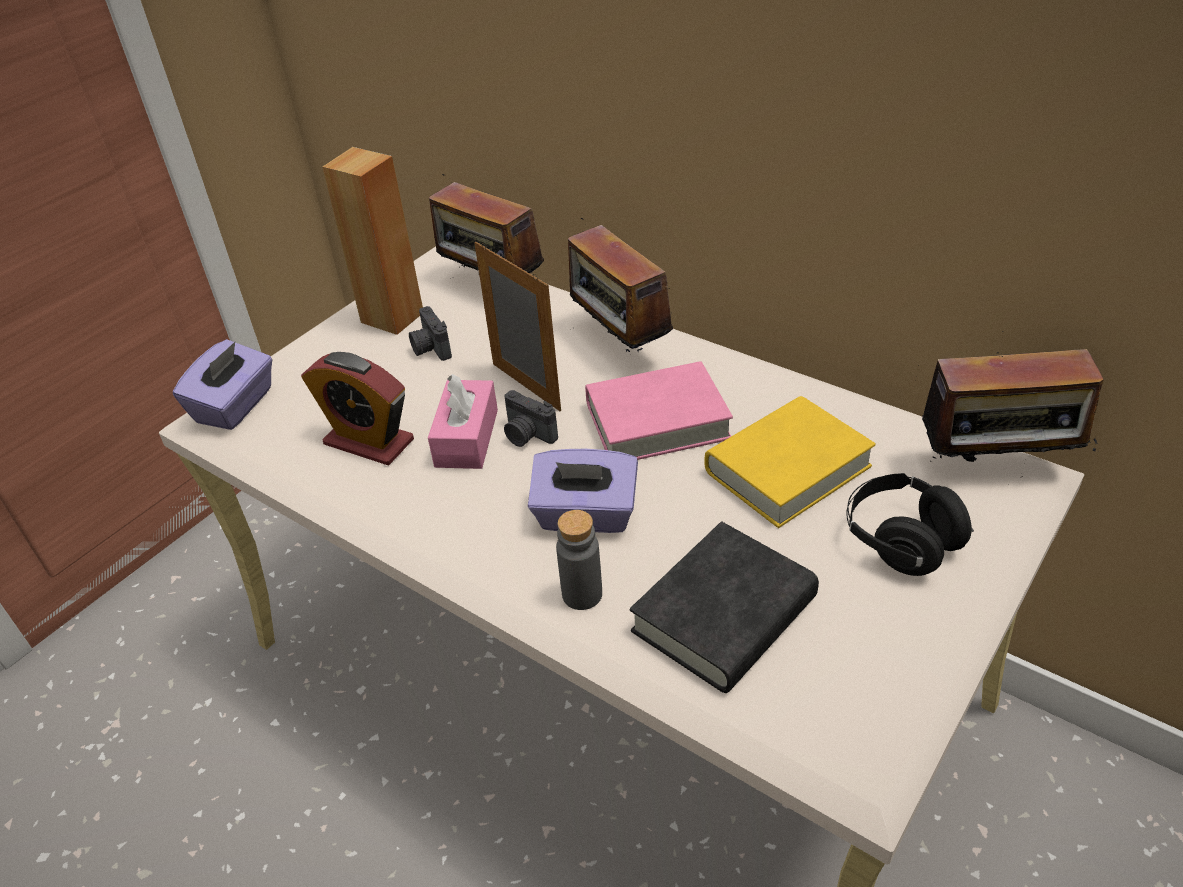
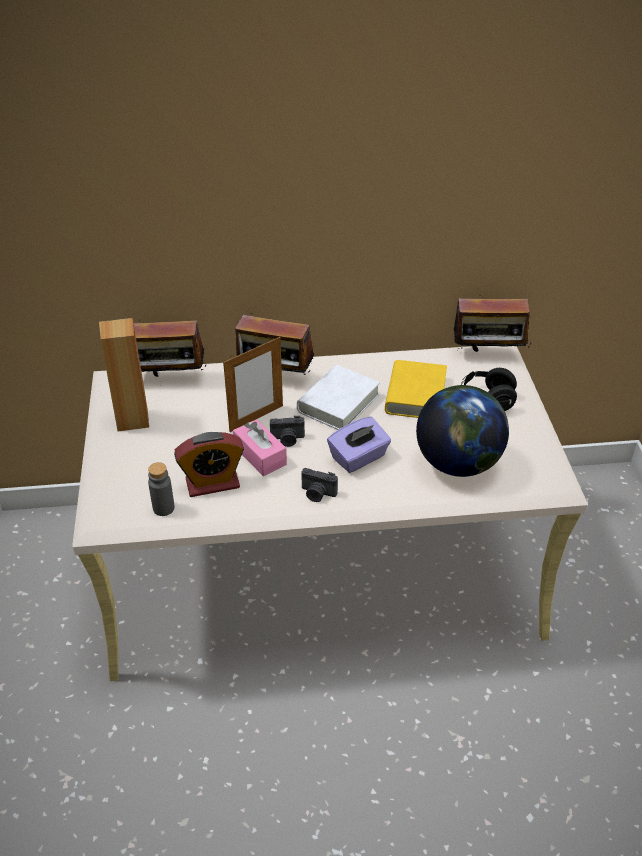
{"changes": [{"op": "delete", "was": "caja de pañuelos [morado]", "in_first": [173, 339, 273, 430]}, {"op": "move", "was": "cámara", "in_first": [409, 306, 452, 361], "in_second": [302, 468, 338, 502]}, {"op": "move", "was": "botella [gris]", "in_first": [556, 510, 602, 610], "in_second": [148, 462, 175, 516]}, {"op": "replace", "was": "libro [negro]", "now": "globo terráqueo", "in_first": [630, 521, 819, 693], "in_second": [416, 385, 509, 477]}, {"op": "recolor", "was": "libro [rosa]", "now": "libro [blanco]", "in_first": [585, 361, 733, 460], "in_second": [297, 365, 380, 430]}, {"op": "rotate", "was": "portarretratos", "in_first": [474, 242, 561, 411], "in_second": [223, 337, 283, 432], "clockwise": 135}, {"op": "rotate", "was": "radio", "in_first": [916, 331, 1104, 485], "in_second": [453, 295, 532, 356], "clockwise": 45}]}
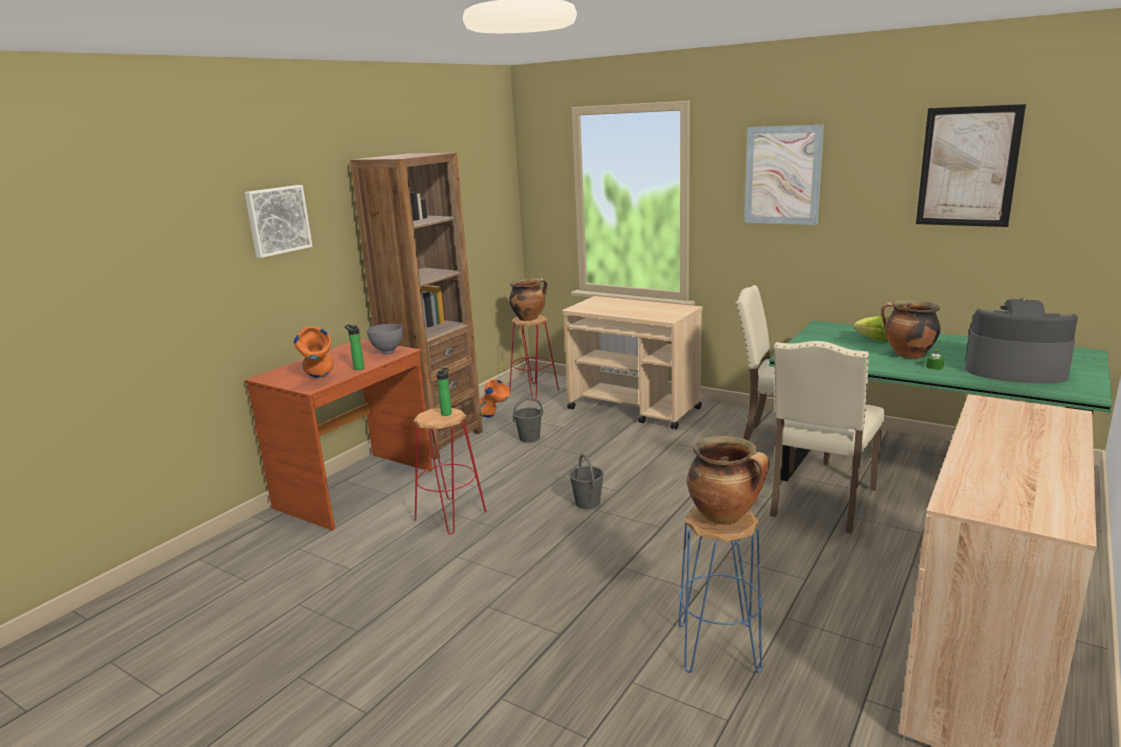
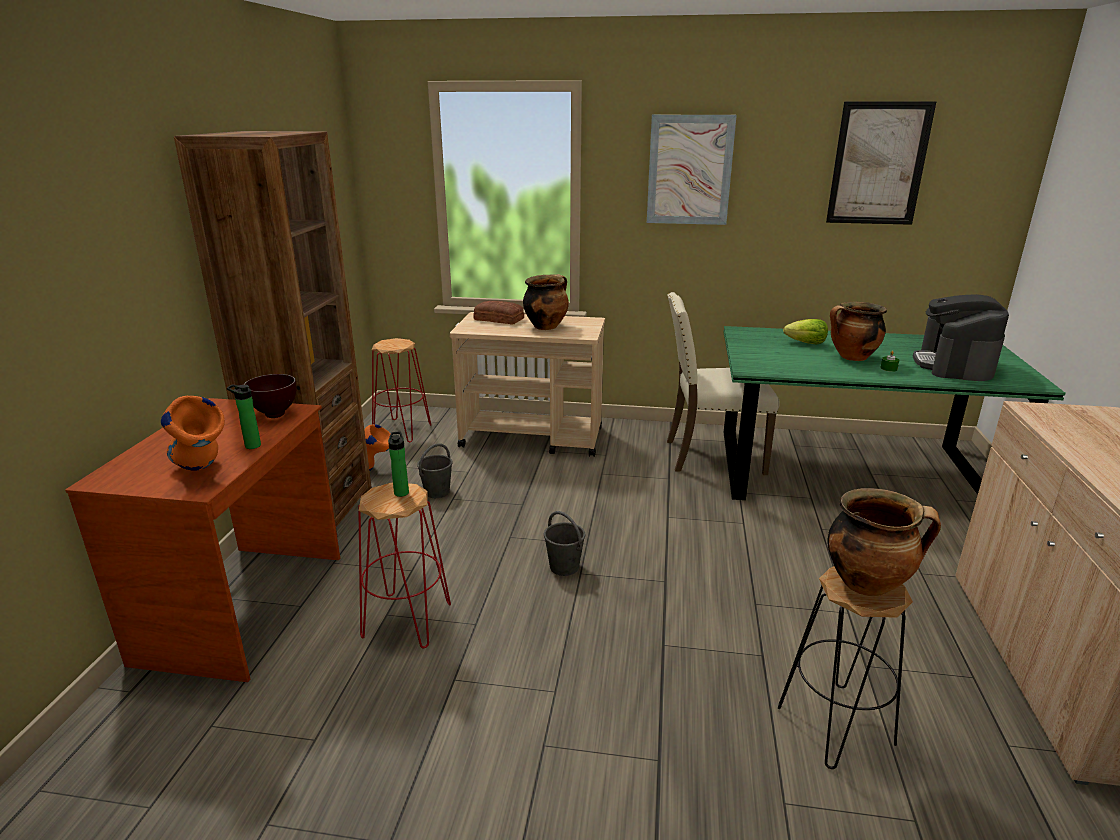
{"changes": [{"op": "delete", "was": "cuadro", "in_first": [244, 185, 313, 258]}, {"op": "delete", "was": "silla [beis]", "in_first": [770, 341, 885, 533]}, {"op": "insert", "now": "pan", "in_second": [473, 301, 524, 325]}, {"op": "move", "was": "olla", "in_first": [509, 278, 548, 321], "in_second": [523, 274, 569, 330]}, {"op": "recolor", "was": "cuenco [gris]", "now": "cuenco [marrón]", "in_first": [367, 324, 403, 354], "in_second": [244, 374, 296, 418]}, {"op": "recolor", "was": "taburete [azul]", "now": "taburete [negro]", "in_first": [679, 507, 763, 673], "in_second": [778, 566, 913, 769]}, {"op": "rotate", "was": "cafetera", "in_first": [965, 298, 1078, 384], "in_second": [913, 294, 1009, 381], "clockwise": -75}]}
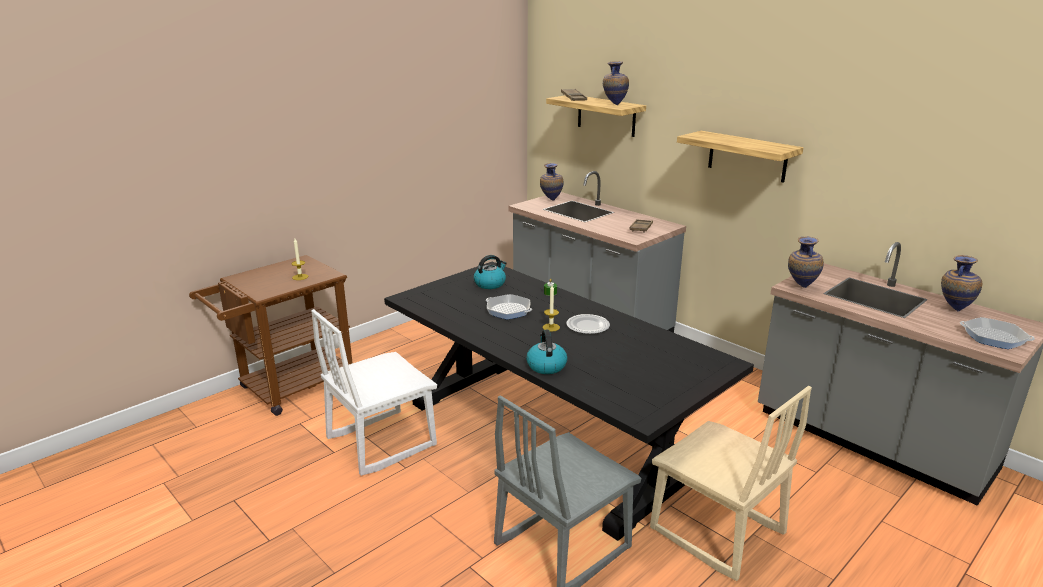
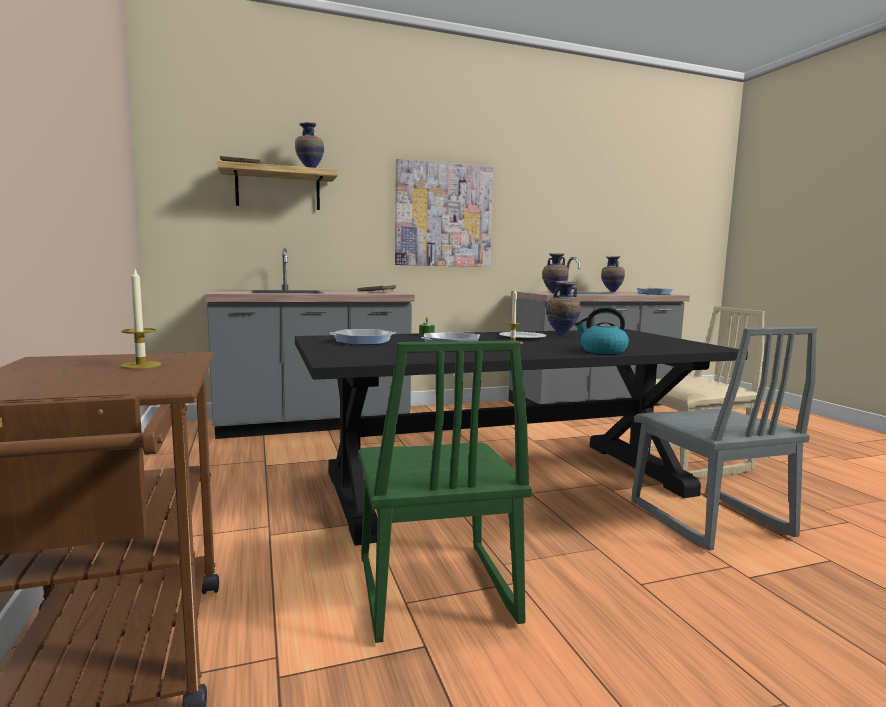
{"changes": [{"op": "move", "was": "florero", "in_first": [540, 163, 564, 201], "in_second": [546, 281, 581, 335]}, {"op": "replace", "was": "hervidor", "now": "sartén", "in_first": [474, 255, 507, 289], "in_second": [329, 329, 396, 345]}, {"op": "replace", "was": "estante", "now": "cuadro", "in_first": [677, 131, 804, 183], "in_second": [395, 159, 493, 267]}, {"op": "recolor", "was": "silla [blanco]", "now": "silla [verde]", "in_first": [311, 309, 437, 476], "in_second": [358, 341, 532, 643]}]}
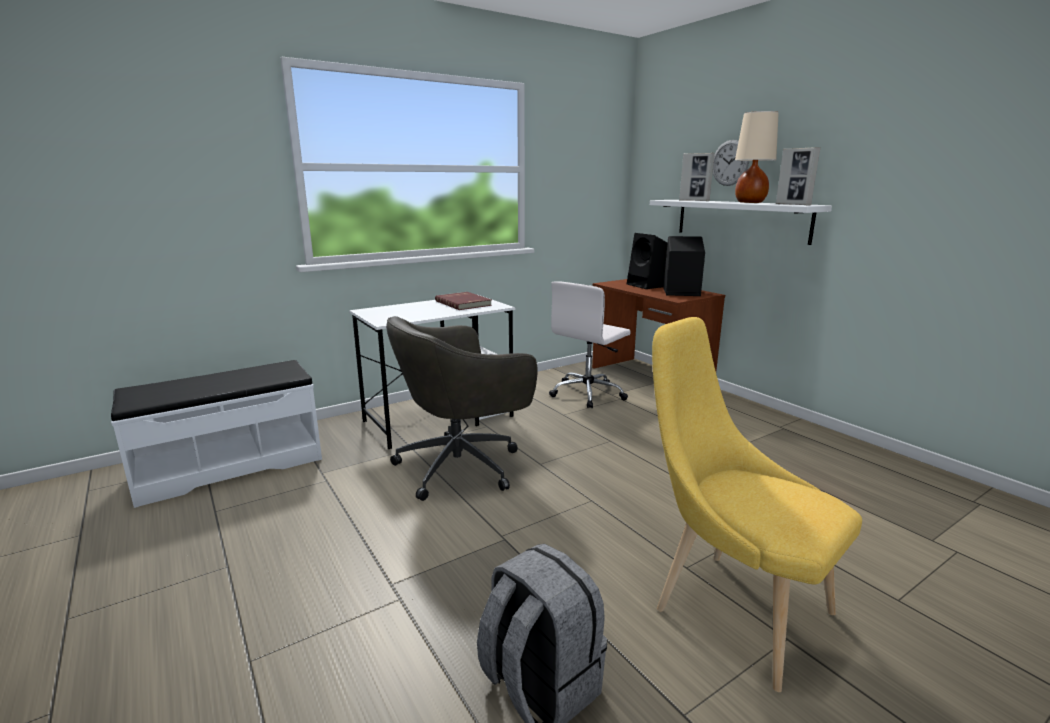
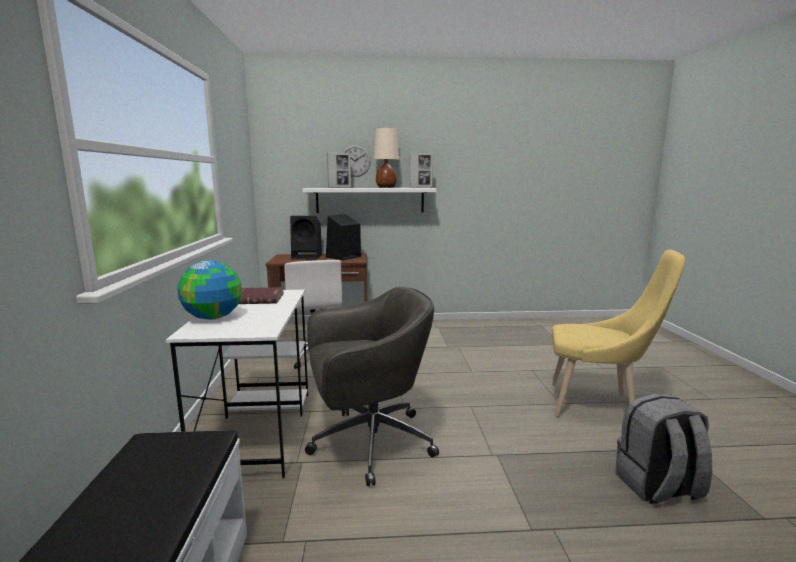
{"changes": [{"op": "insert", "now": "globo terráqueo", "in_second": [177, 260, 242, 320]}, {"op": "rotate", "was": "silla de oficina [gris]", "in_first": [386, 316, 538, 501], "in_second": [305, 287, 439, 486], "clockwise": -105}, {"op": "rotate", "was": "silla [amarillo]", "in_first": [652, 317, 862, 692], "in_second": [552, 250, 685, 417], "clockwise": -150}]}
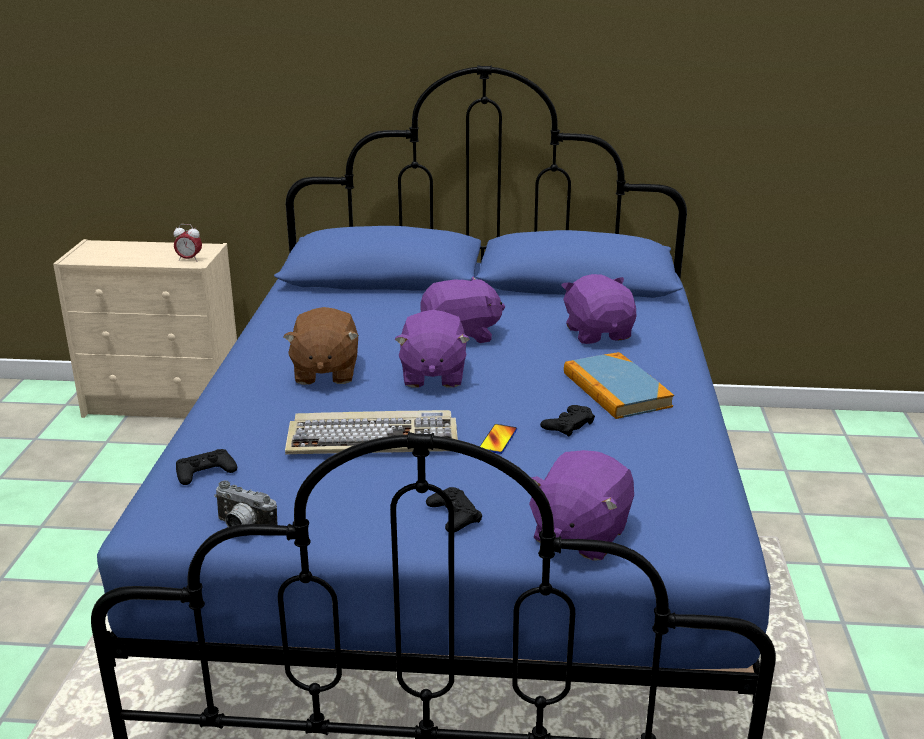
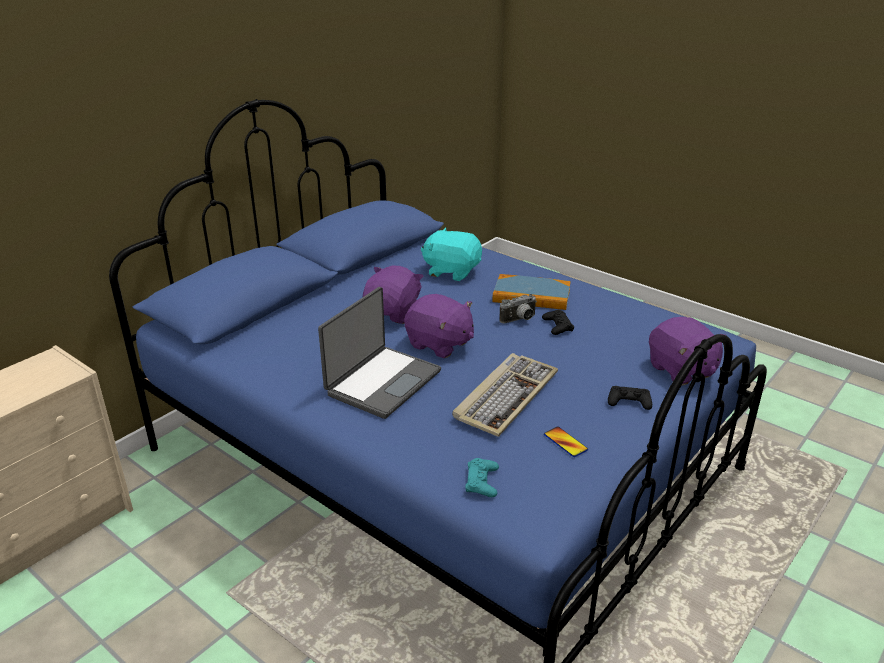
{"changes": [{"op": "delete", "was": "despertador", "in_first": [173, 224, 202, 262]}, {"op": "move", "was": "cámara", "in_first": [214, 481, 277, 527], "in_second": [499, 294, 537, 323]}, {"op": "move", "was": "móvil", "in_first": [480, 424, 517, 454], "in_second": [544, 427, 588, 457]}, {"op": "replace", "was": "peluche [marrón]", "now": "portátil", "in_first": [283, 307, 359, 385], "in_second": [318, 287, 441, 419]}, {"op": "recolor", "was": "mando de consola [negro]", "now": "mando de consola [turquesa]", "in_first": [176, 449, 237, 485], "in_second": [465, 458, 499, 497]}, {"op": "recolor", "was": "peluche [morado]", "now": "peluche [turquesa]", "in_first": [561, 274, 636, 344], "in_second": [421, 228, 482, 281]}]}
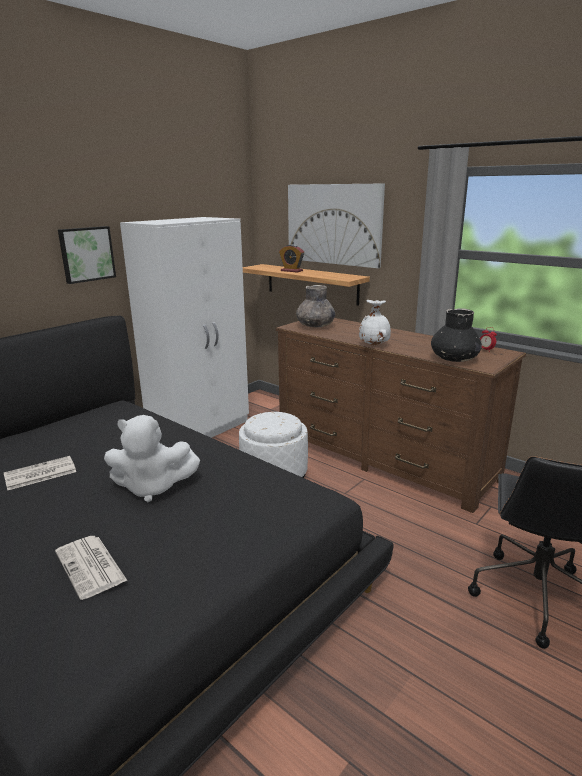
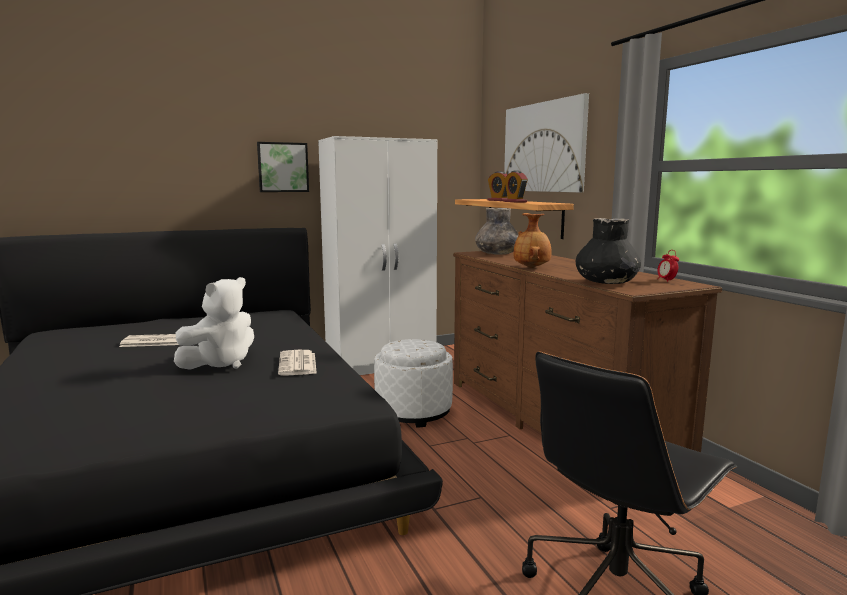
{"changes": [{"op": "insert", "now": "despertador", "in_second": [504, 171, 528, 203]}, {"op": "move", "was": "periódico", "in_first": [55, 536, 127, 600], "in_second": [278, 350, 317, 376]}, {"op": "recolor", "was": "florero [blanco]", "now": "florero [marrón]", "in_first": [359, 300, 391, 345], "in_second": [513, 213, 552, 268]}, {"op": "rotate", "was": "peluche [blanco]", "in_first": [104, 415, 200, 502], "in_second": [174, 277, 254, 370], "clockwise": -75}]}
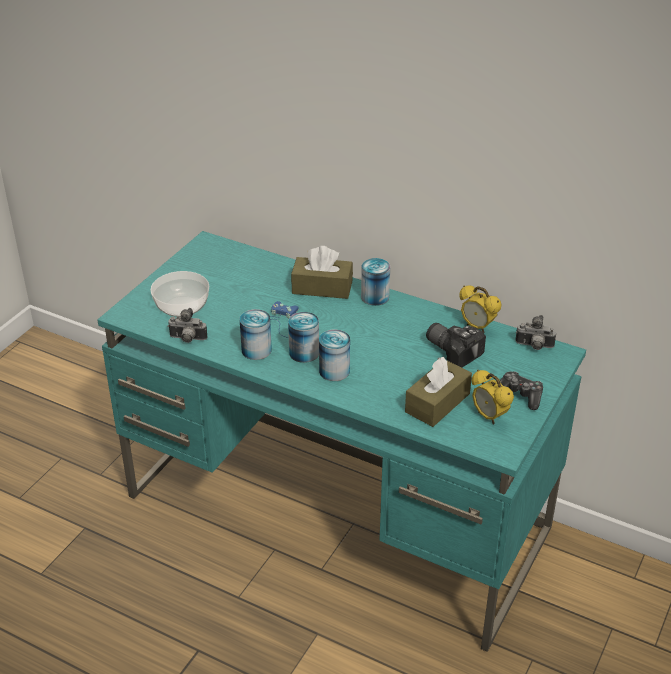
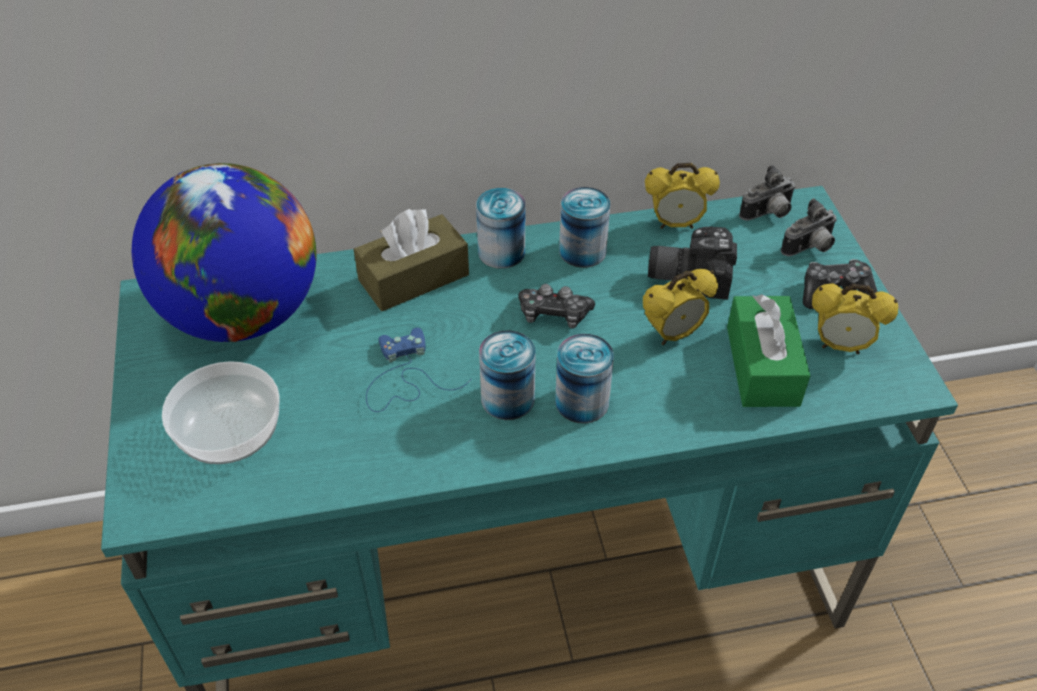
{"changes": [{"op": "insert", "now": "globo terráqueo", "in_second": [132, 163, 317, 342]}, {"op": "insert", "now": "mando de consola", "in_second": [518, 284, 595, 328]}, {"op": "insert", "now": "despertador", "in_second": [643, 269, 718, 345]}, {"op": "move", "was": "cámara", "in_first": [168, 308, 208, 343], "in_second": [781, 198, 837, 256]}, {"op": "move", "was": "lata", "in_first": [239, 309, 272, 360], "in_second": [559, 187, 611, 268]}, {"op": "recolor", "was": "caja de pañuelos [marrón]", "now": "caja de pañuelos [verde]", "in_first": [405, 357, 472, 427], "in_second": [727, 294, 810, 407]}]}
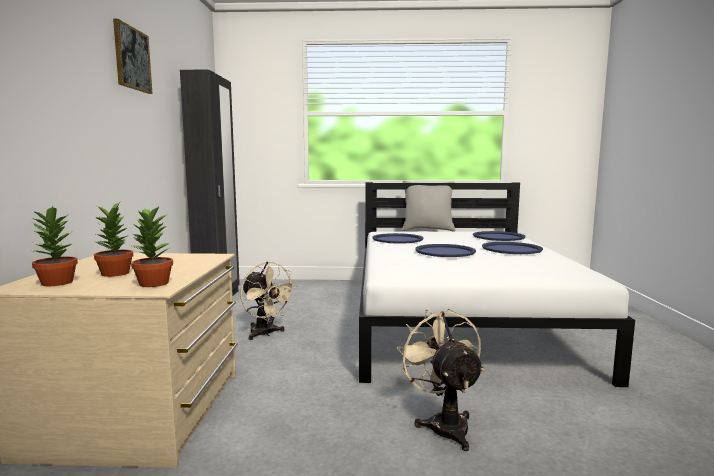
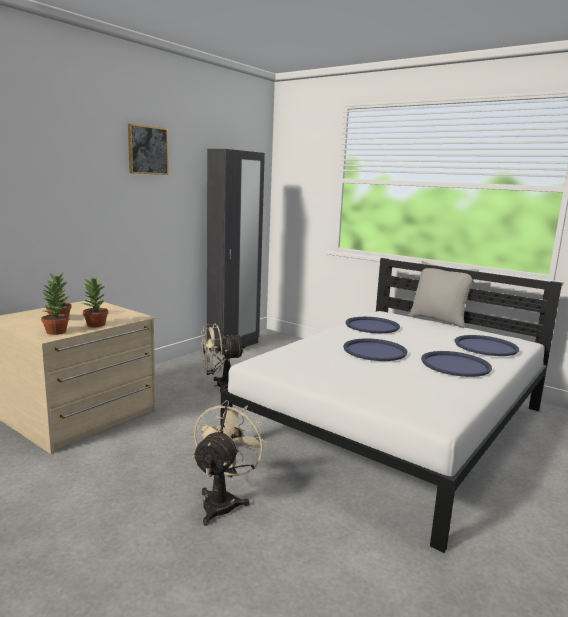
{"changes": [{"op": "move", "was": "planta en maceta", "in_first": [32, 206, 78, 286], "in_second": [82, 277, 108, 327]}, {"op": "rotate", "was": "ventilador [beis]", "in_first": [240, 262, 297, 340], "in_second": [201, 323, 245, 393], "clockwise": 75}]}
